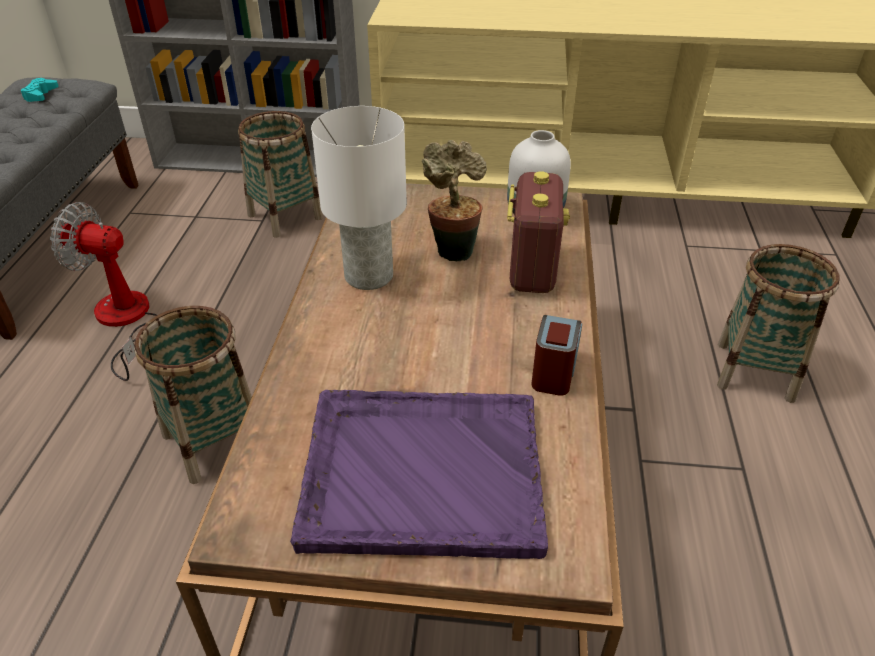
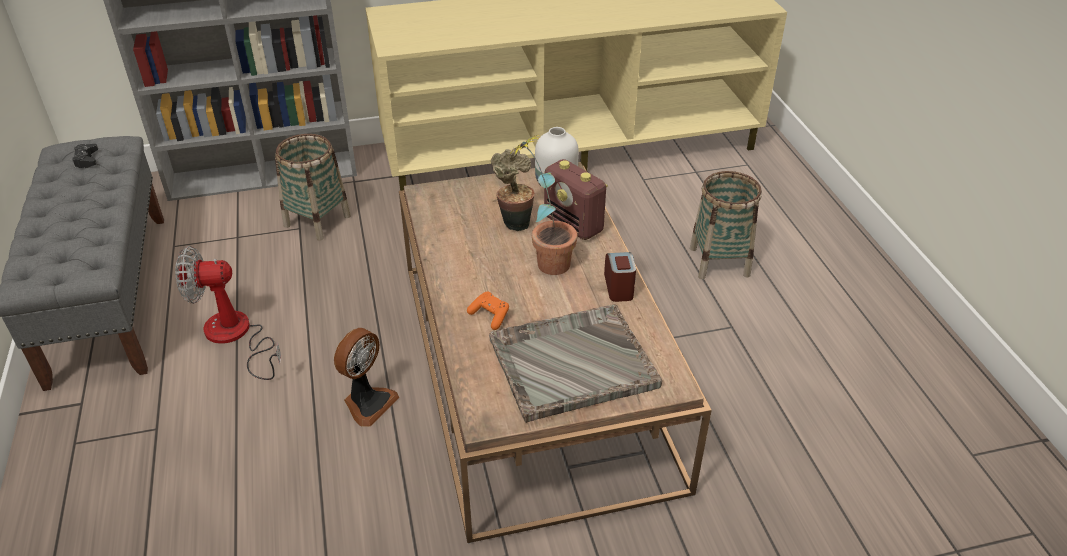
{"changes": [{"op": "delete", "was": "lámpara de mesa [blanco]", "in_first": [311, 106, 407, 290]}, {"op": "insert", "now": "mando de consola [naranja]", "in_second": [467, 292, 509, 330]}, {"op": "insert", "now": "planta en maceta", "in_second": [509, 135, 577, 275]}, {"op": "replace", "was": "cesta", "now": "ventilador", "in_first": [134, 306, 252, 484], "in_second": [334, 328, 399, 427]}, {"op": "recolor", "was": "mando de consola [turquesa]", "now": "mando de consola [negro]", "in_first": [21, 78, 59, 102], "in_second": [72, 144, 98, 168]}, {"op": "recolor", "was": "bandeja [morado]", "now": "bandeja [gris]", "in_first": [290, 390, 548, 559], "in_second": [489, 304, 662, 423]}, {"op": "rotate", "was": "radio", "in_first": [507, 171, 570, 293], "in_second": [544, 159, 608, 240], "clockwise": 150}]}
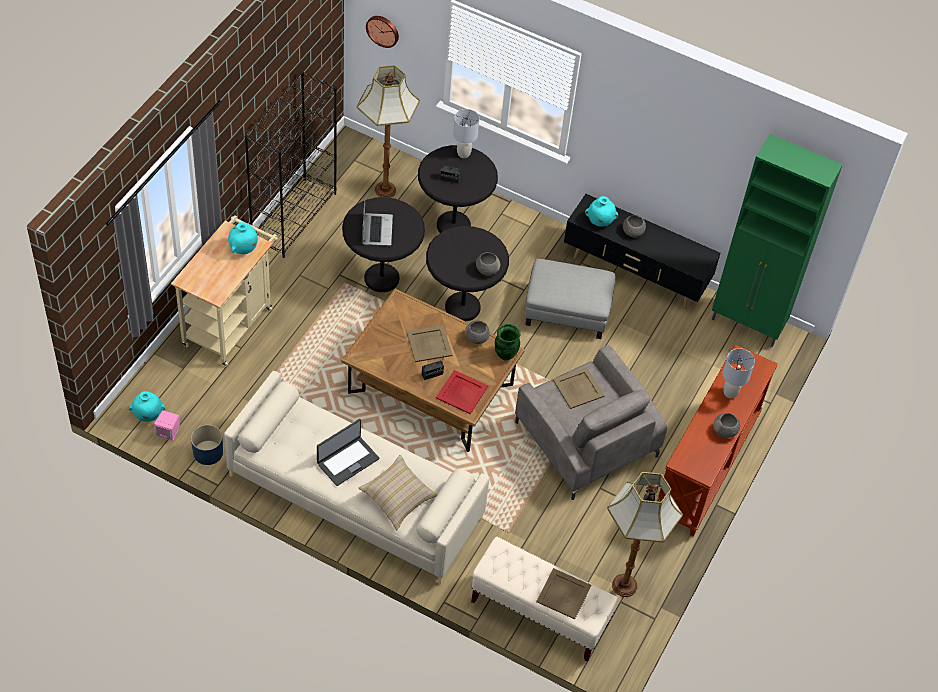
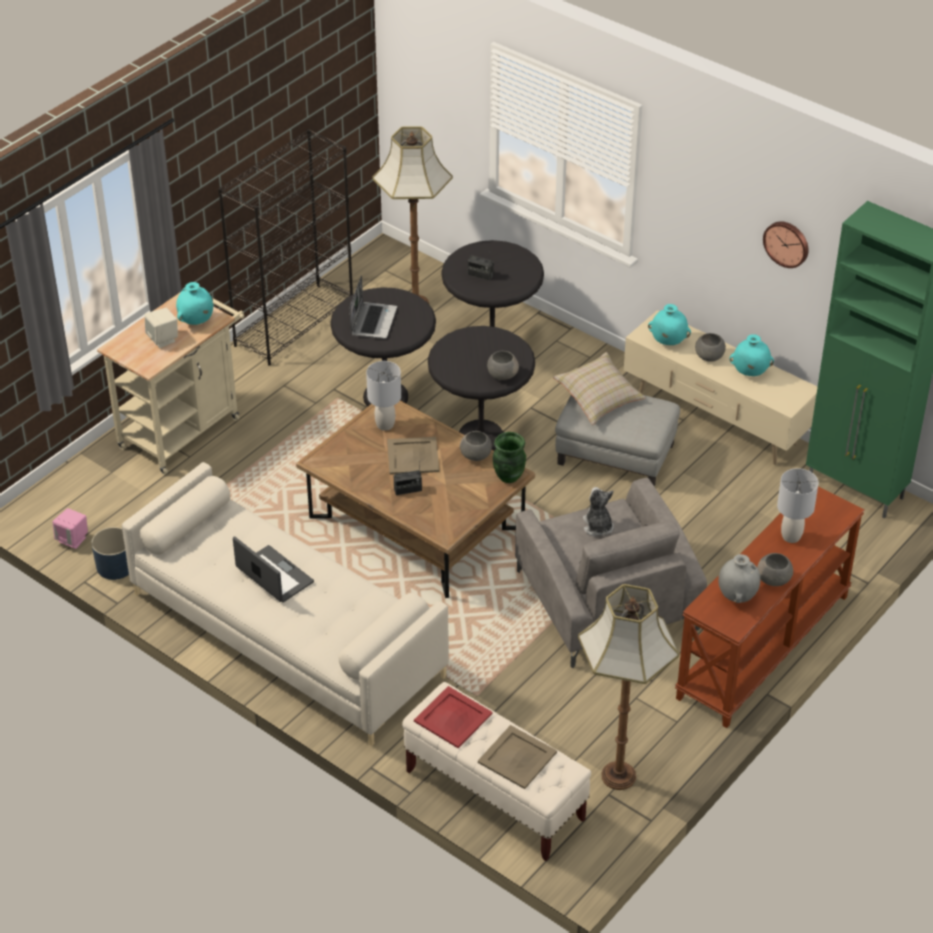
{"changes": [{"op": "insert", "now": "altavoz [beis]", "in_second": [145, 308, 178, 348]}, {"op": "insert", "now": "florero [gris]", "in_second": [718, 554, 761, 603]}, {"op": "move", "was": "florero [turquesa]", "in_first": [129, 391, 165, 422], "in_second": [729, 334, 774, 376]}, {"op": "move", "was": "cojín [beis]", "in_first": [358, 455, 438, 530], "in_second": [553, 352, 646, 425]}, {"op": "move", "was": "reloj de pared", "in_first": [366, 16, 399, 48], "in_second": [763, 221, 809, 268]}, {"op": "move", "was": "bandeja [rojo]", "in_first": [436, 370, 488, 414], "in_second": [414, 686, 493, 748]}, {"op": "move", "was": "lámpara de mesa [gris]", "in_first": [453, 109, 480, 158], "in_second": [366, 361, 401, 431]}, {"op": "replace", "was": "bandeja [beis]", "now": "peluche", "in_first": [553, 367, 604, 409], "in_second": [583, 487, 614, 536]}, {"op": "recolor", "was": "mueble de televisión [negro]", "now": "mueble de televisión [beis]", "in_first": [564, 194, 720, 309], "in_second": [624, 310, 817, 465]}, {"op": "rotate", "was": "portátil", "in_first": [317, 419, 380, 486], "in_second": [233, 536, 314, 603], "clockwise": -105}]}
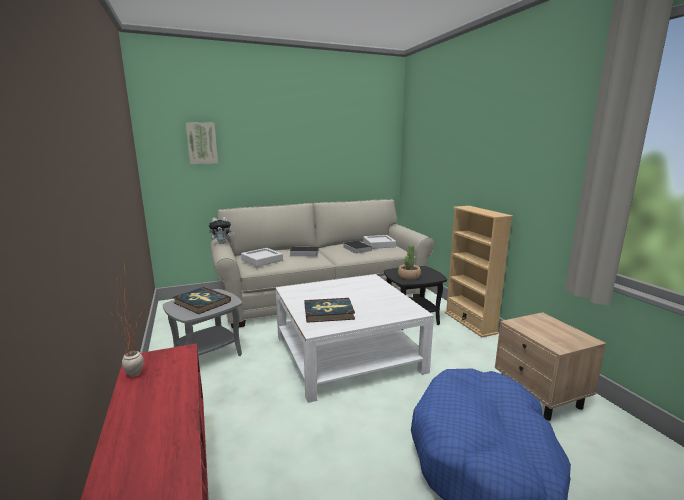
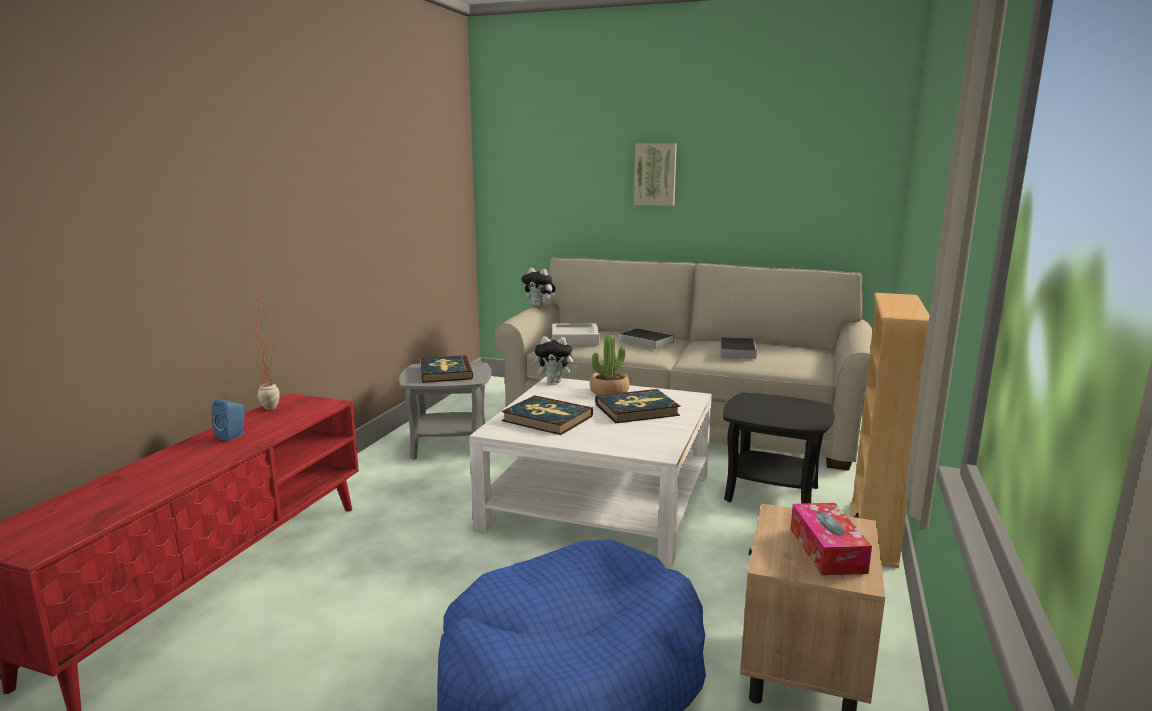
{"changes": [{"op": "delete", "was": "bandeja [gris]", "in_first": [363, 235, 396, 249]}, {"op": "insert", "now": "altavoz [azul]", "in_second": [211, 400, 245, 442]}, {"op": "insert", "now": "peluche", "in_second": [535, 336, 578, 383]}, {"op": "insert", "now": "libro", "in_second": [595, 389, 680, 423]}, {"op": "insert", "now": "caja de pañuelos", "in_second": [790, 503, 872, 575]}, {"op": "move", "was": "cuadro", "in_first": [186, 122, 218, 164], "in_second": [634, 143, 677, 206]}, {"op": "move", "was": "planta en maceta", "in_first": [398, 244, 421, 280], "in_second": [590, 335, 629, 395]}]}
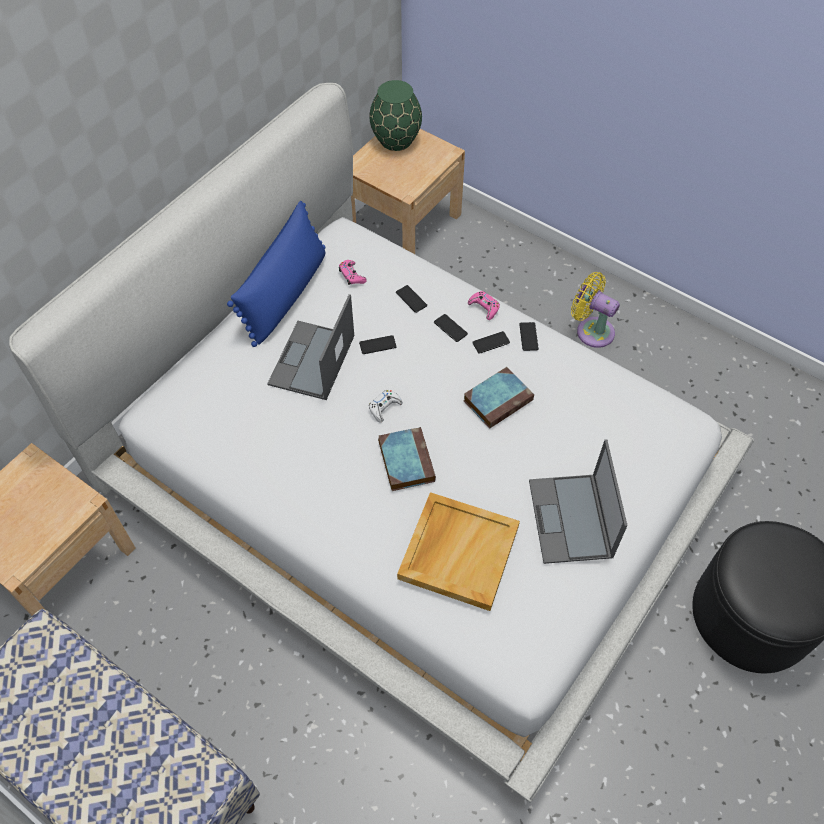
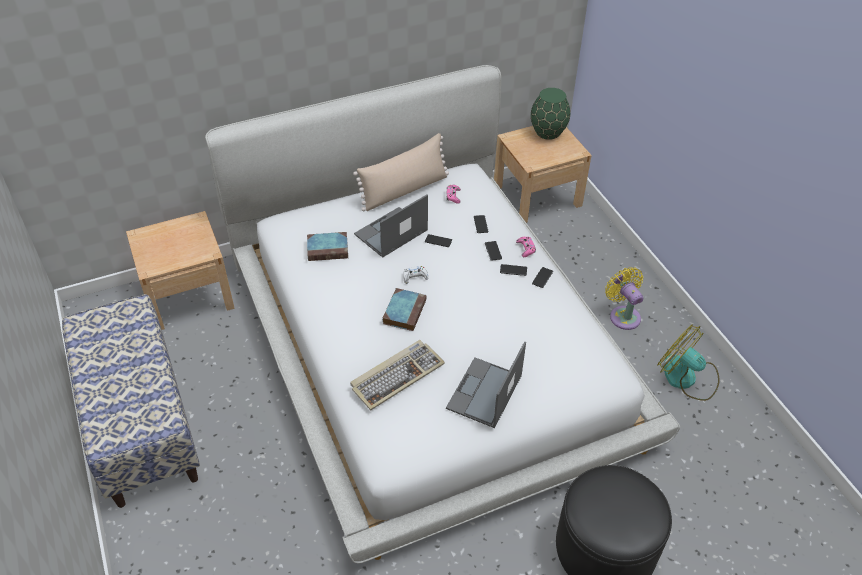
{"changes": [{"op": "insert", "now": "ventilador", "in_second": [657, 324, 720, 401]}, {"op": "move", "was": "libro", "in_first": [463, 367, 534, 429], "in_second": [307, 232, 348, 261]}, {"op": "replace", "was": "bandeja [beis]", "now": "teclado", "in_first": [397, 492, 520, 611], "in_second": [350, 340, 445, 410]}, {"op": "recolor", "was": "cojín [azul]", "now": "cojín [beis]", "in_first": [227, 201, 326, 347], "in_second": [353, 133, 449, 211]}]}
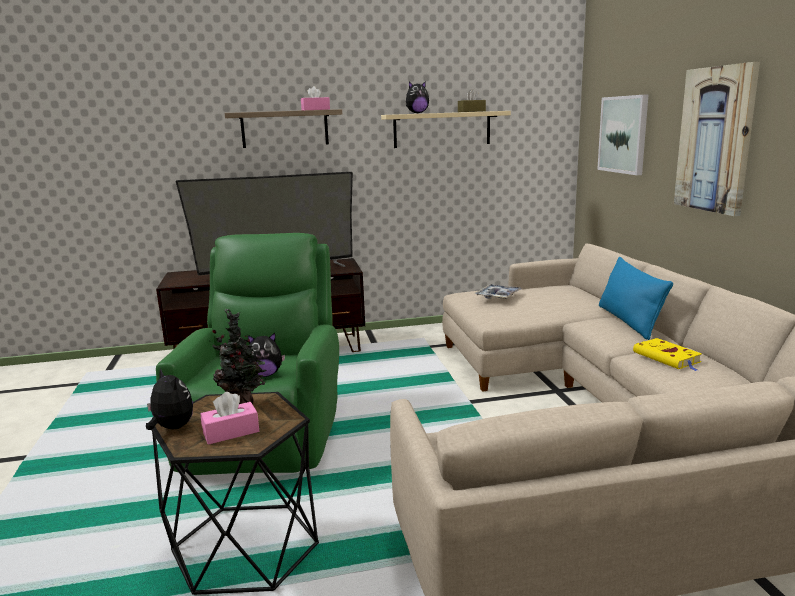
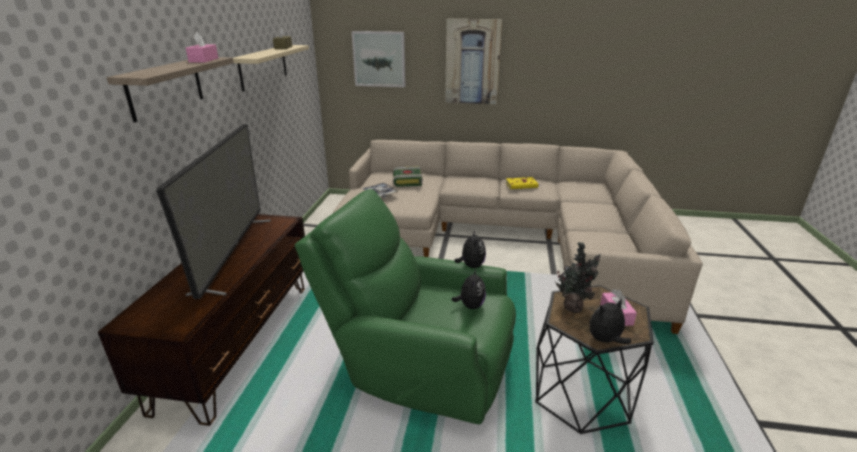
{"changes": [{"op": "delete", "was": "cojín [azul]", "in_first": [599, 257, 673, 340]}, {"op": "insert", "now": "libro", "in_second": [393, 166, 423, 187]}, {"op": "move", "was": "peluche", "in_first": [406, 81, 429, 113], "in_second": [454, 230, 486, 268]}]}
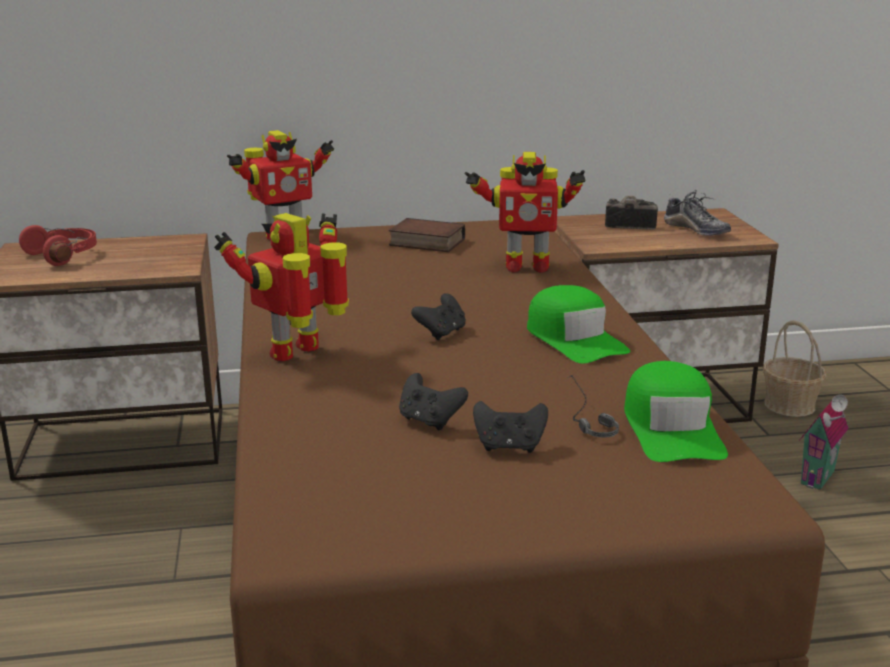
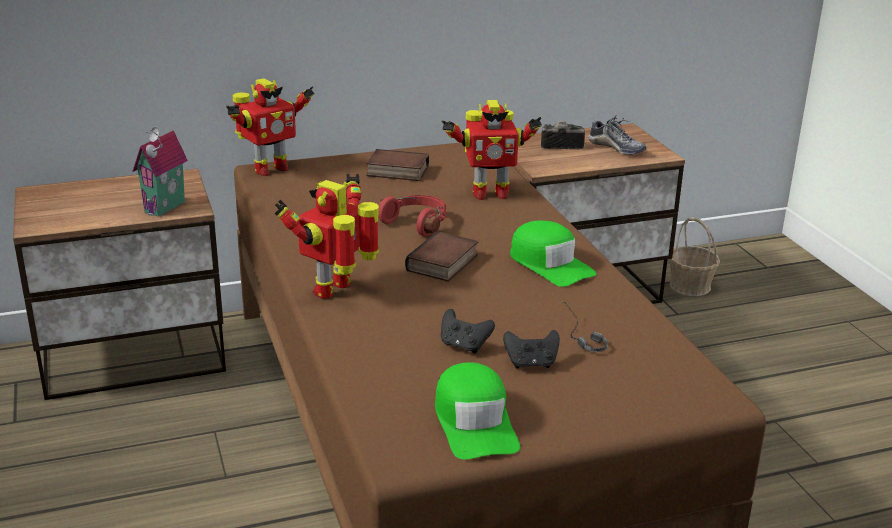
{"changes": [{"op": "move", "was": "auriculares [rojo]", "in_first": [19, 225, 97, 266], "in_second": [377, 195, 446, 236]}, {"op": "move", "was": "gorra [verde]", "in_first": [624, 361, 728, 462], "in_second": [435, 362, 520, 460]}, {"op": "move", "was": "casita", "in_first": [799, 395, 849, 490], "in_second": [132, 126, 188, 216]}, {"op": "replace", "was": "mando de consola [negro]", "now": "libro", "in_first": [411, 293, 466, 340], "in_second": [405, 231, 478, 282]}]}
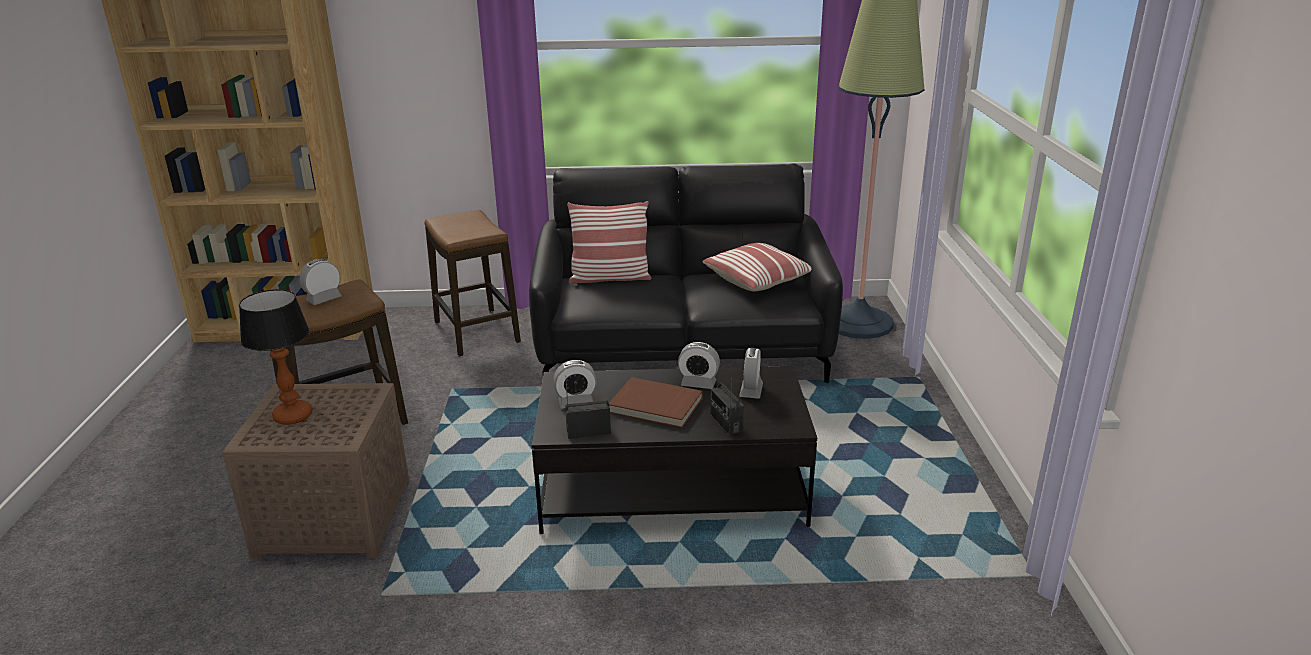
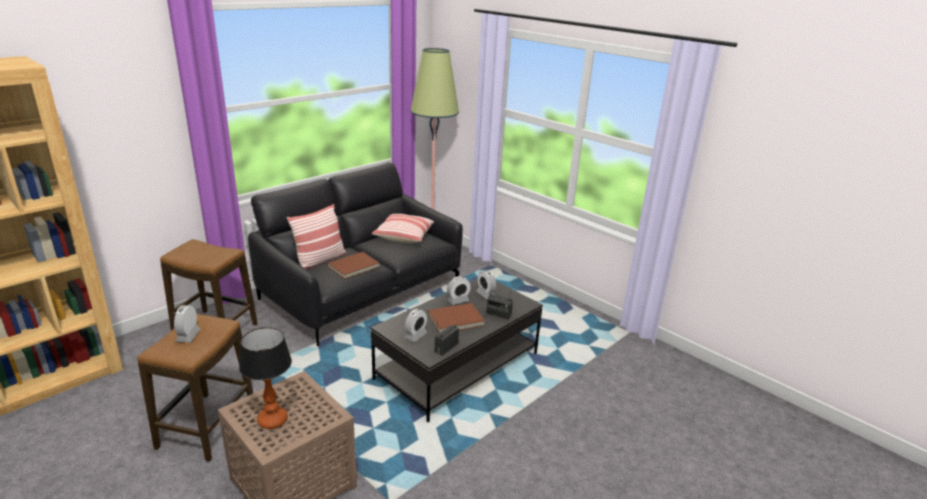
{"changes": [{"op": "insert", "now": "libro [marrón]", "in_second": [327, 252, 380, 279]}]}
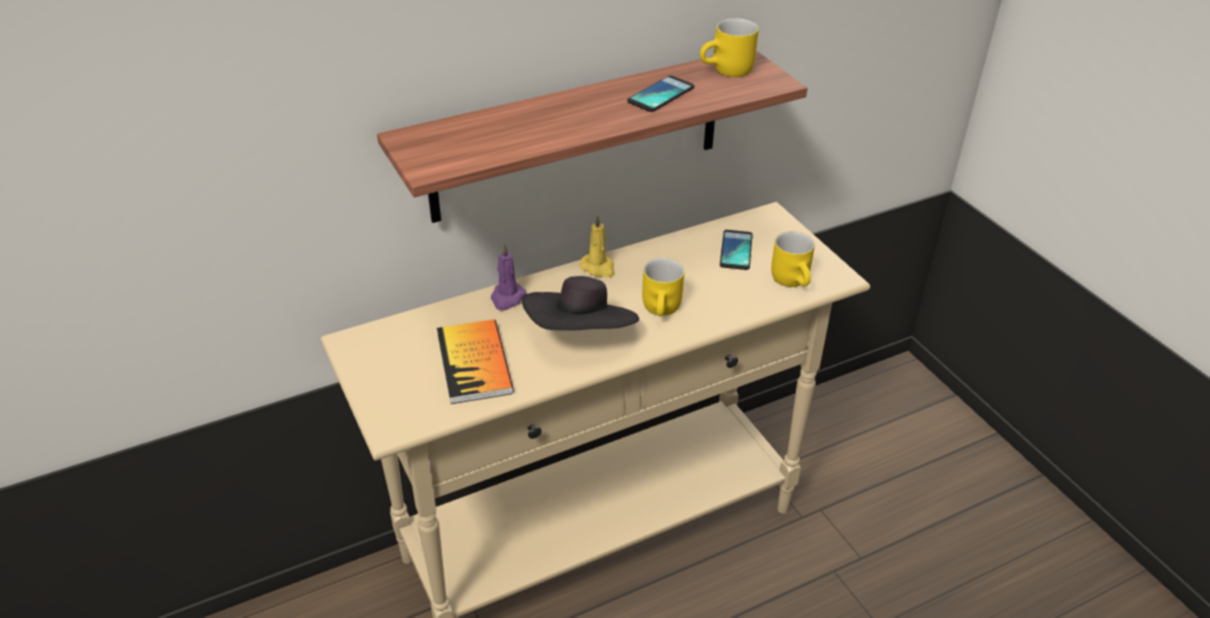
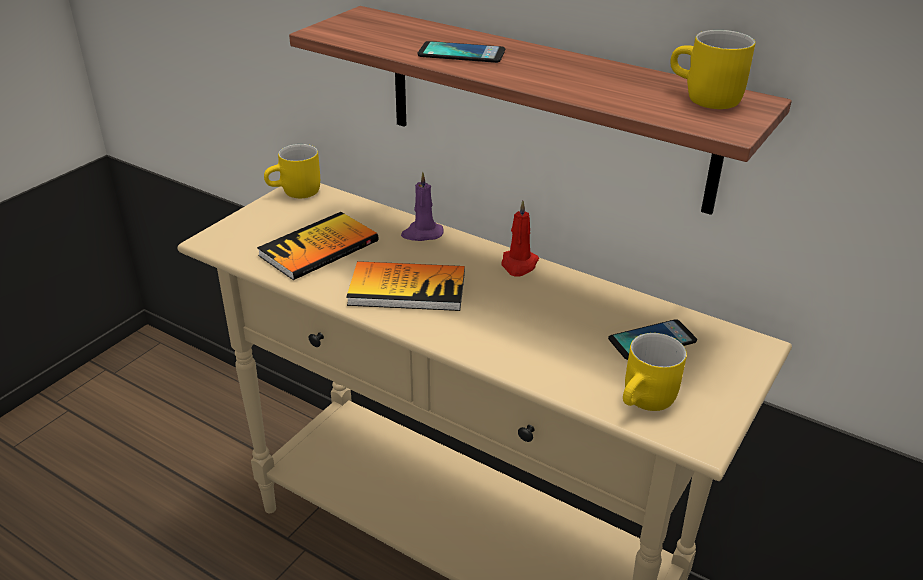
{"changes": [{"op": "move", "was": "móvil", "in_first": [627, 75, 695, 112], "in_second": [417, 41, 505, 63]}, {"op": "move", "was": "taza grande [amarillo]", "in_first": [642, 258, 684, 316], "in_second": [264, 144, 320, 198]}, {"op": "replace", "was": "sombrero [negro]", "now": "libro", "in_first": [522, 276, 639, 331], "in_second": [346, 261, 465, 311]}, {"op": "recolor", "was": "vela [amarillo]", "now": "vela [rojo]", "in_first": [580, 215, 614, 277], "in_second": [501, 200, 539, 277]}]}
